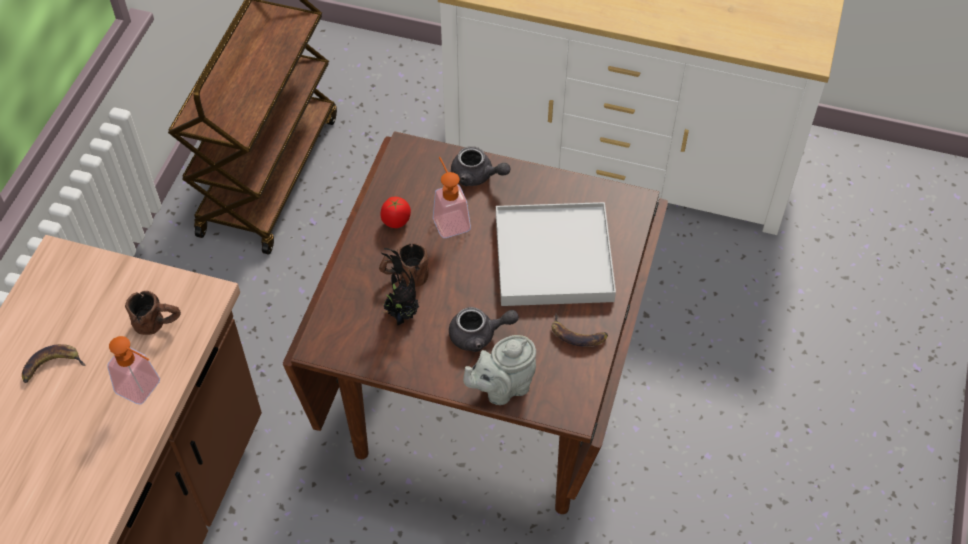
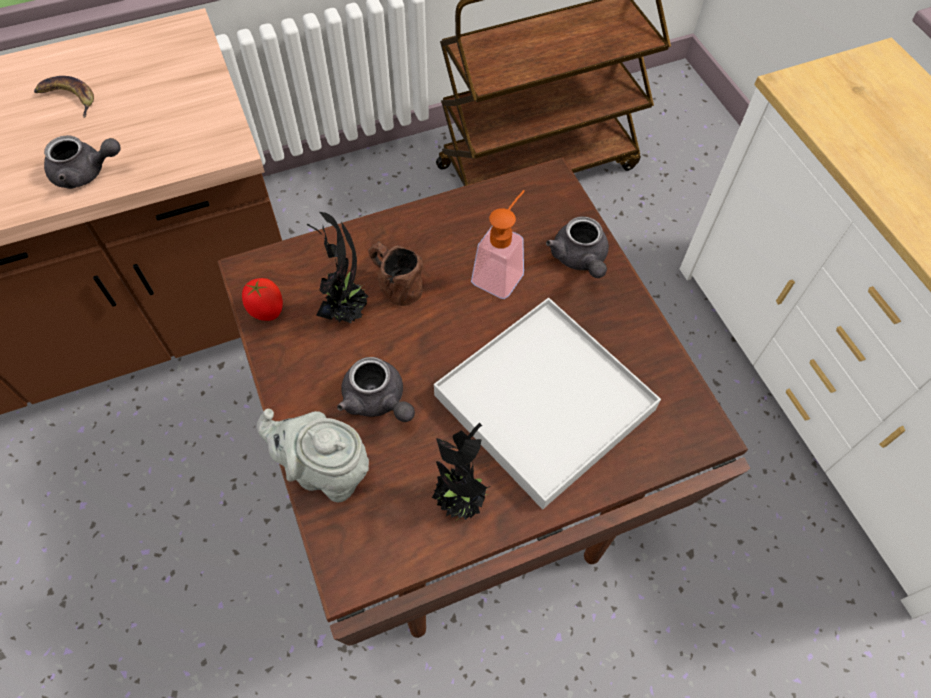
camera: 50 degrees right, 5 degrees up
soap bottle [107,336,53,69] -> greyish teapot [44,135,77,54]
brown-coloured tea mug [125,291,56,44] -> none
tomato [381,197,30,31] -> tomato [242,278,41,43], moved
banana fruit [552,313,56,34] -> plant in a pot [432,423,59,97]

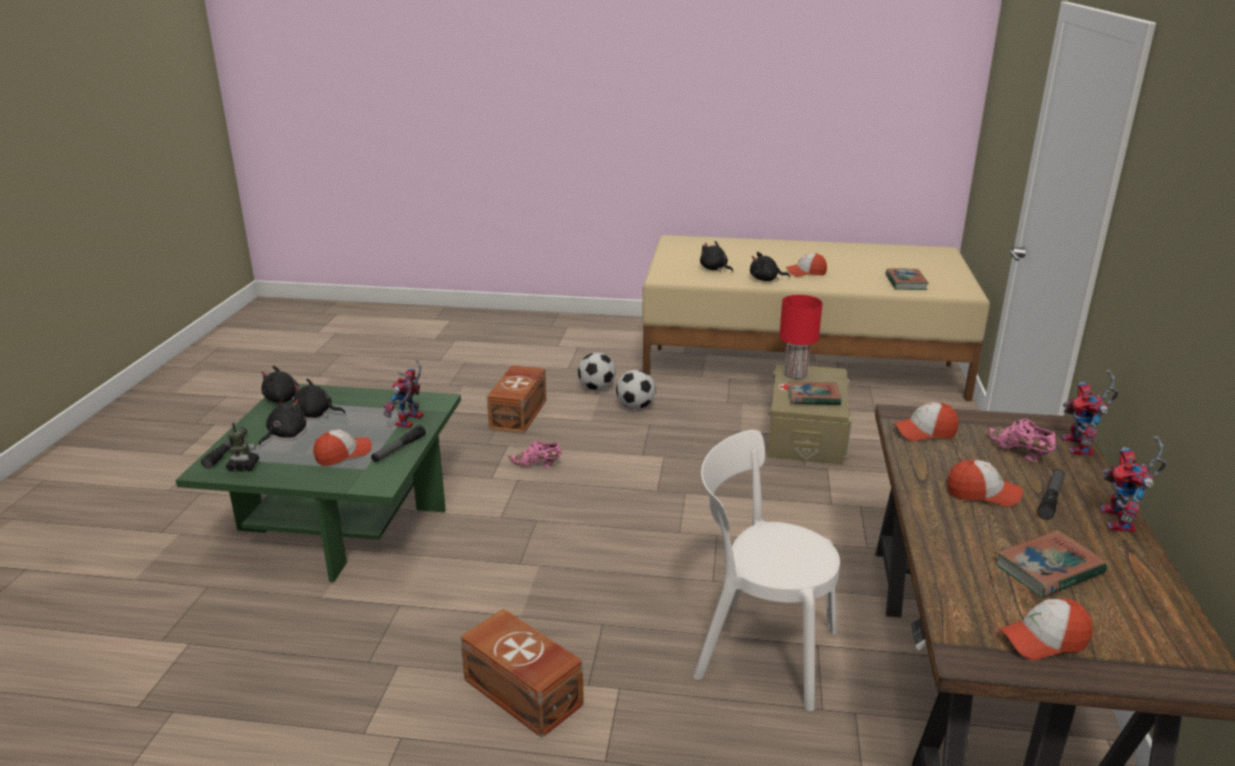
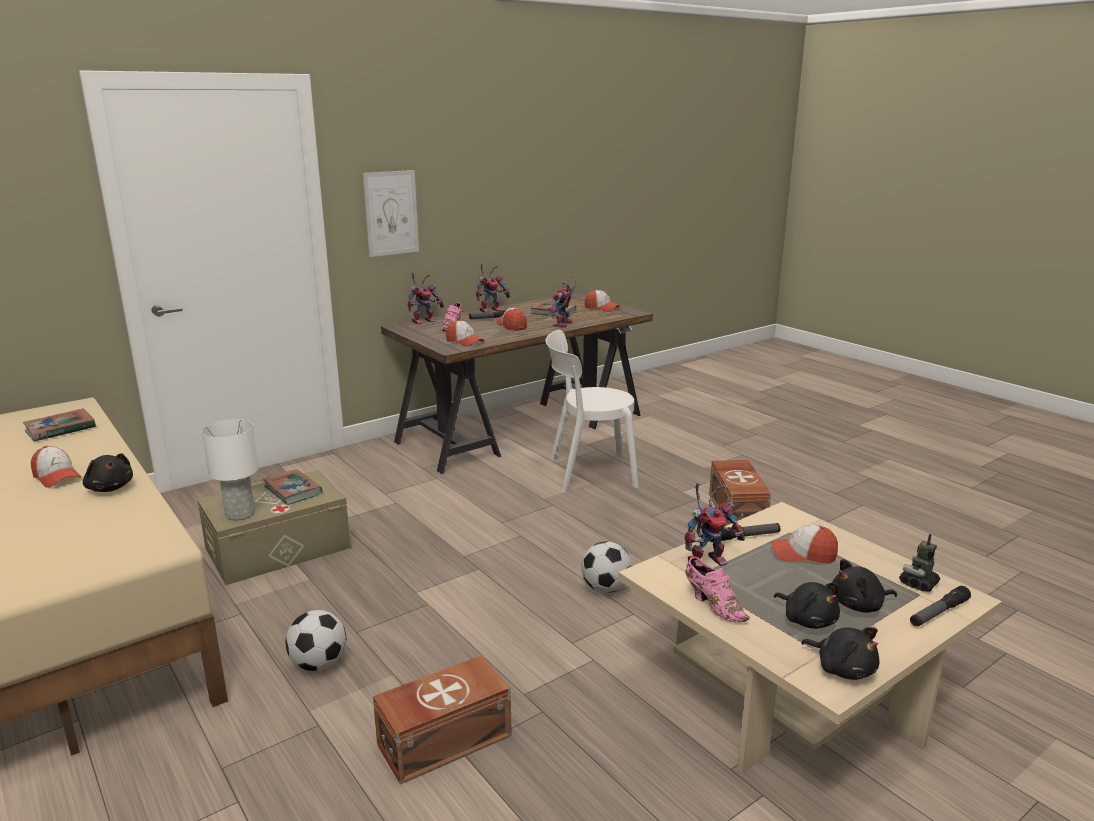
camera: 135 degrees left, 5 degrees down
green-coloured lounge table [176,384,285,198] -> beige-coloured lounge table [618,502,384,271]
pinkish item of footwear [508,441,54,26] -> pinkish item of footwear [685,556,65,67], moved
ball for football [578,353,38,37] -> ball for football [581,541,51,52], moved
white upright chair [693,430,147,281] -> white upright chair [545,330,94,163], 105 degrees clockwise
black-coloured cuddly toy [700,241,33,31] -> none
red-coloured lamp for a table [779,295,44,84] -> white lamp for a table [202,419,56,101]
none -> wall art [363,170,56,87]
none -> model robot [548,276,28,52]

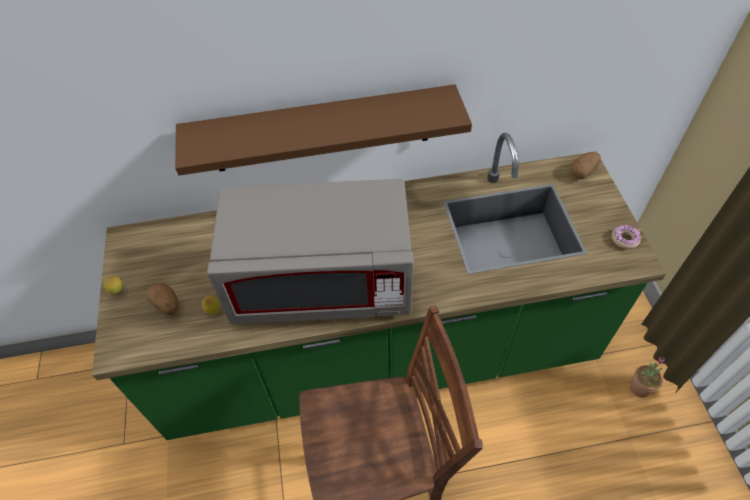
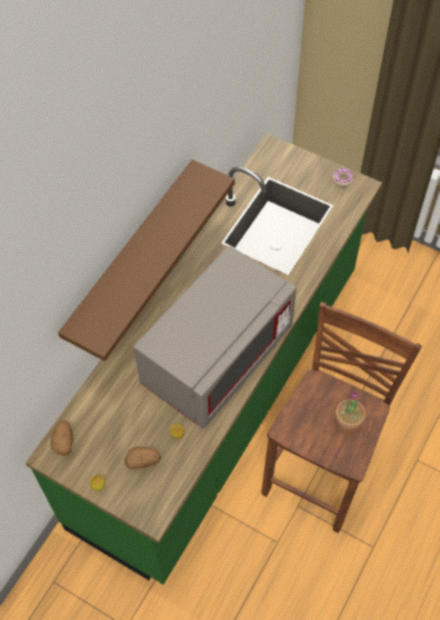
camera: 50 degrees left, 5 degrees up
whole potato [571,152,30,27] -> whole potato [51,420,22,36], moved
plant in a pot [629,357,36,41] -> plant in a pot [336,391,29,44], moved

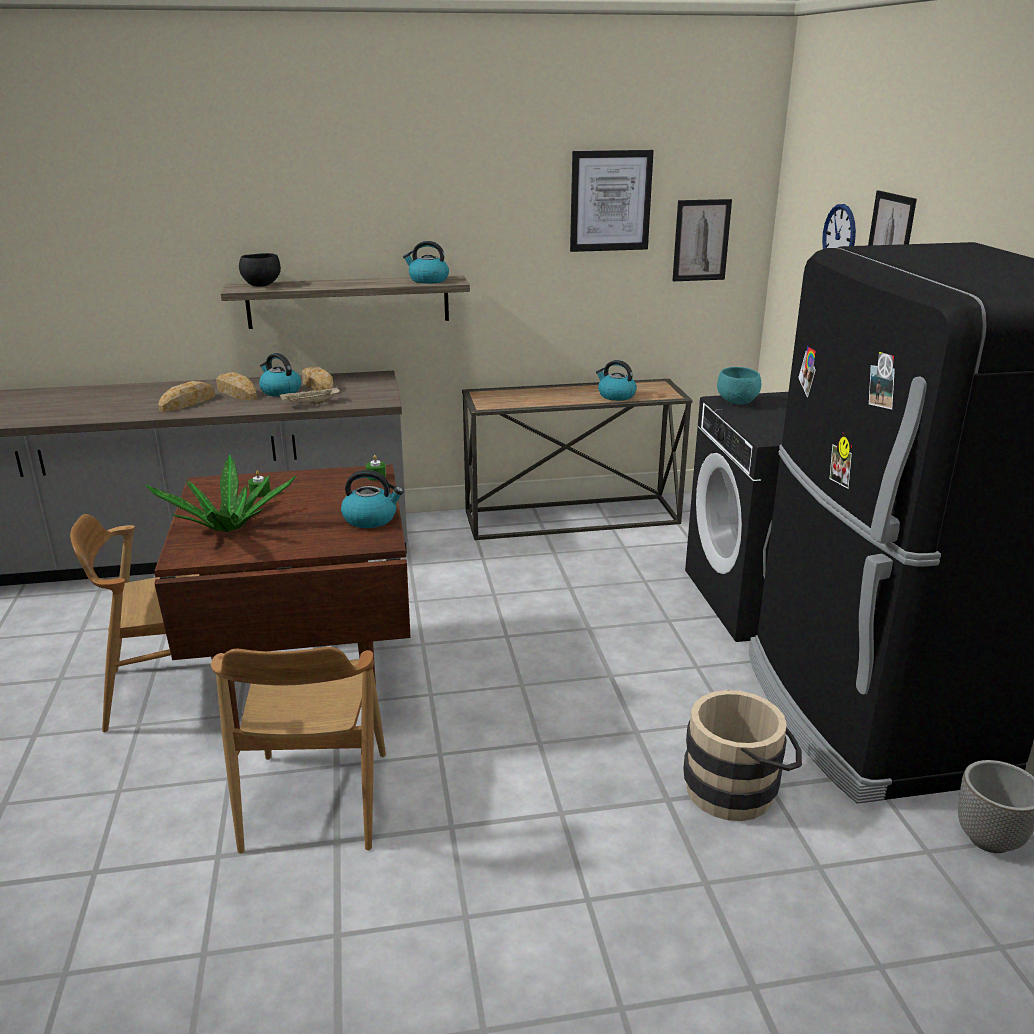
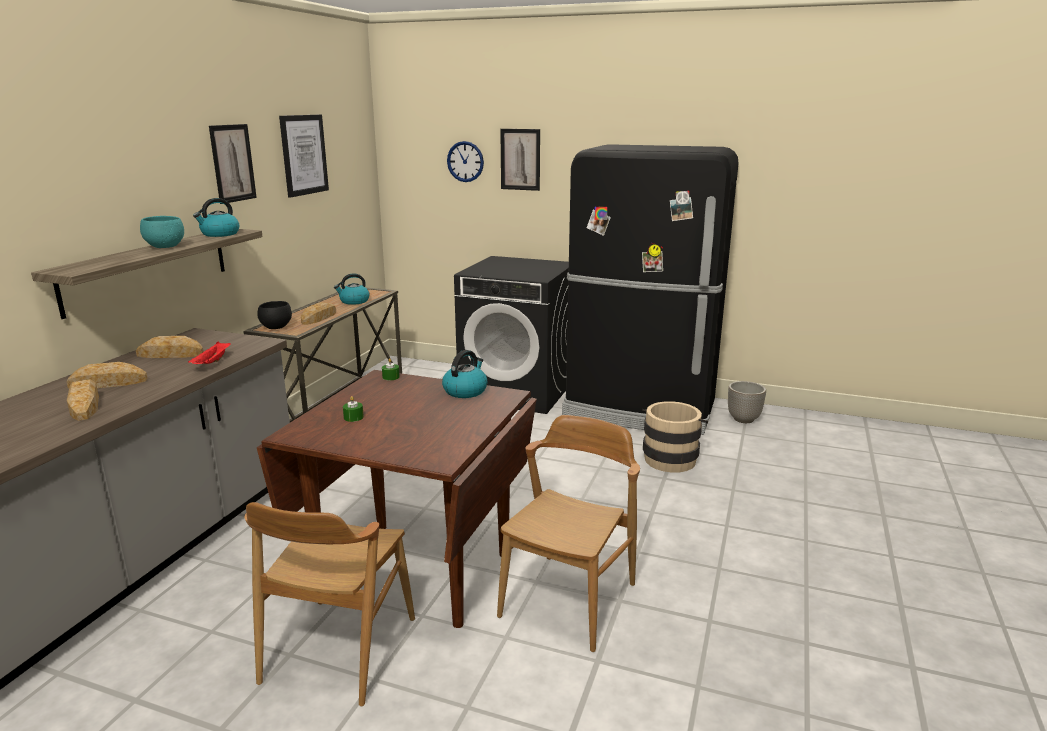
camera: 60 degrees left, 5 degrees down
plant in a pot [145,454,151,78] -> none
brown-coloured upright chair [211,647,175,207] -> brown-coloured upright chair [497,415,143,237], 90 degrees counterclockwise
black-coloured bowl [239,253,42,34] -> black-coloured bowl [257,301,35,28], moved
kettle [259,353,42,44] -> none
beige-coloured tray [280,386,60,18] -> red-coloured tray [188,342,43,22]
wall art [672,199,60,82] -> wall art [209,124,48,80], moved
turquoise bowl [717,367,44,38] -> turquoise bowl [140,216,44,32], moved
none -> bread [301,302,35,23]

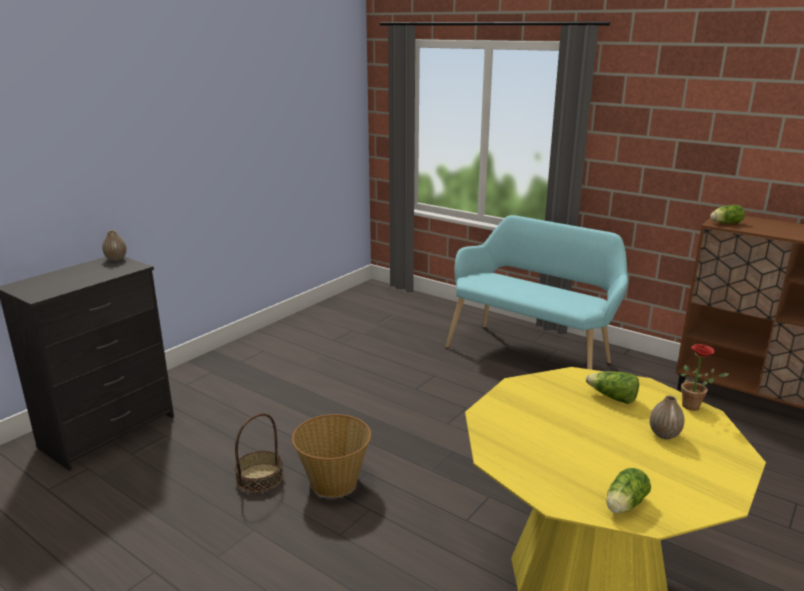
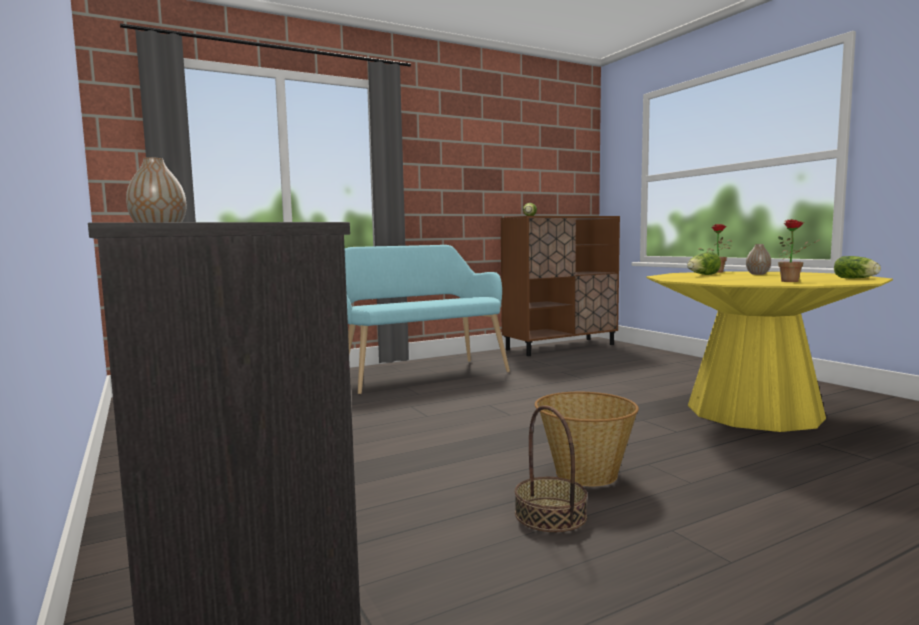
camera: 65 degrees left, 15 degrees down
none -> plant in a pot [778,220,41,62]

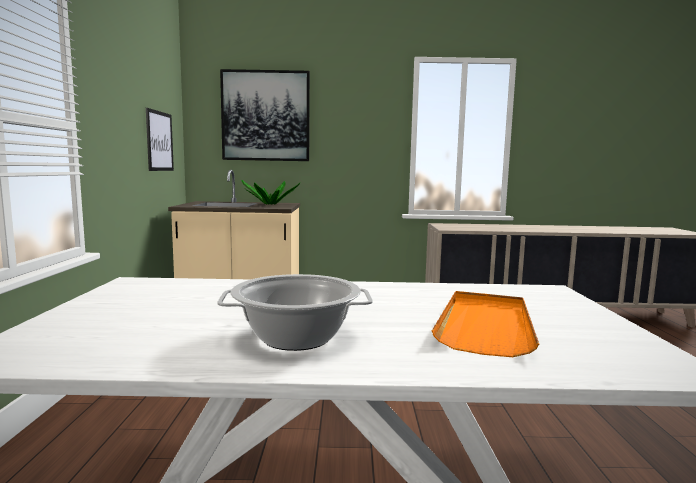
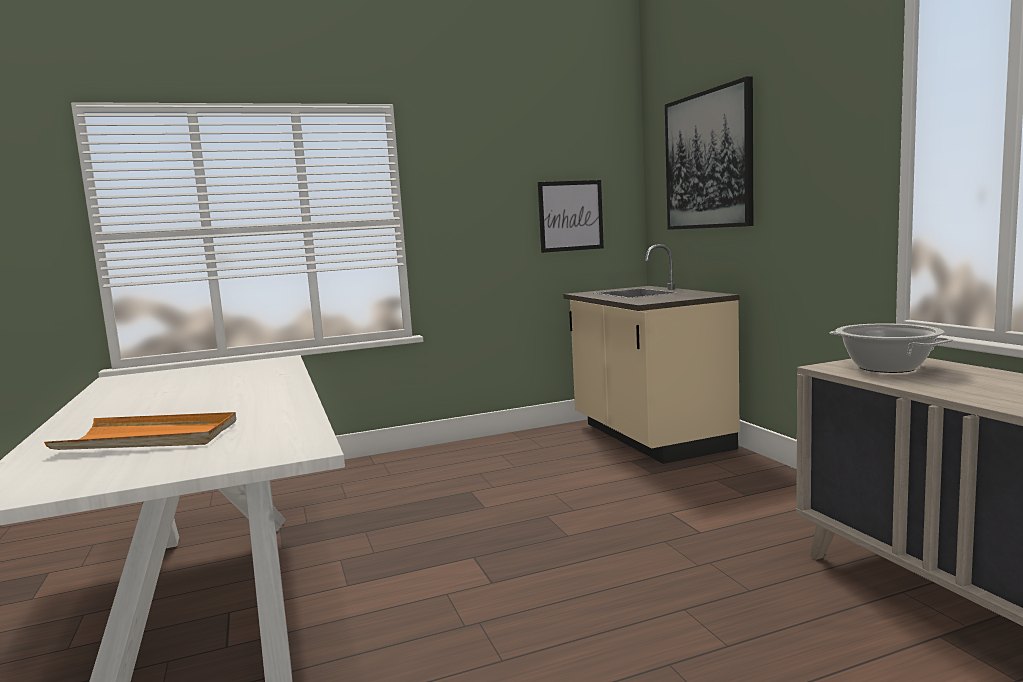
camera: 70 degrees right, 0 degrees up
cooking pot [217,274,156,77] -> cooking pot [830,323,123,50], moved
plant in a pot [242,180,59,25] -> none

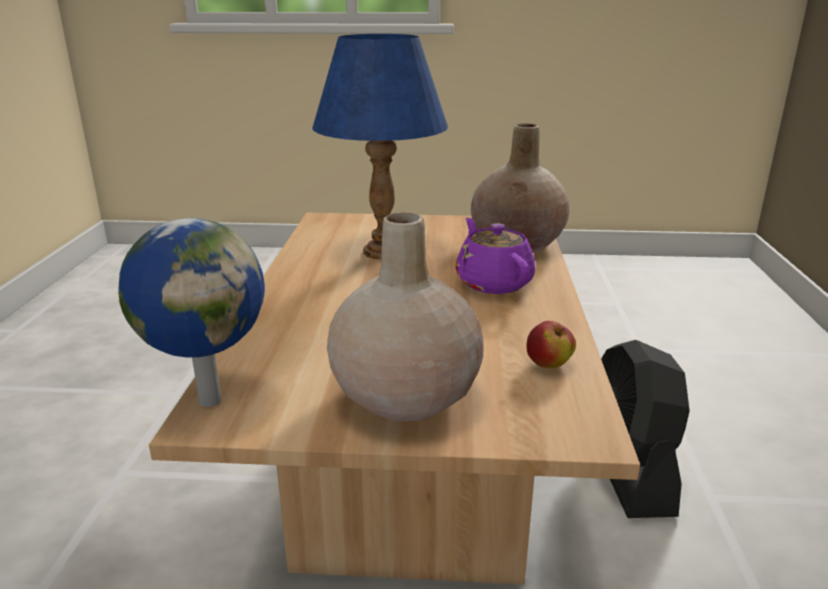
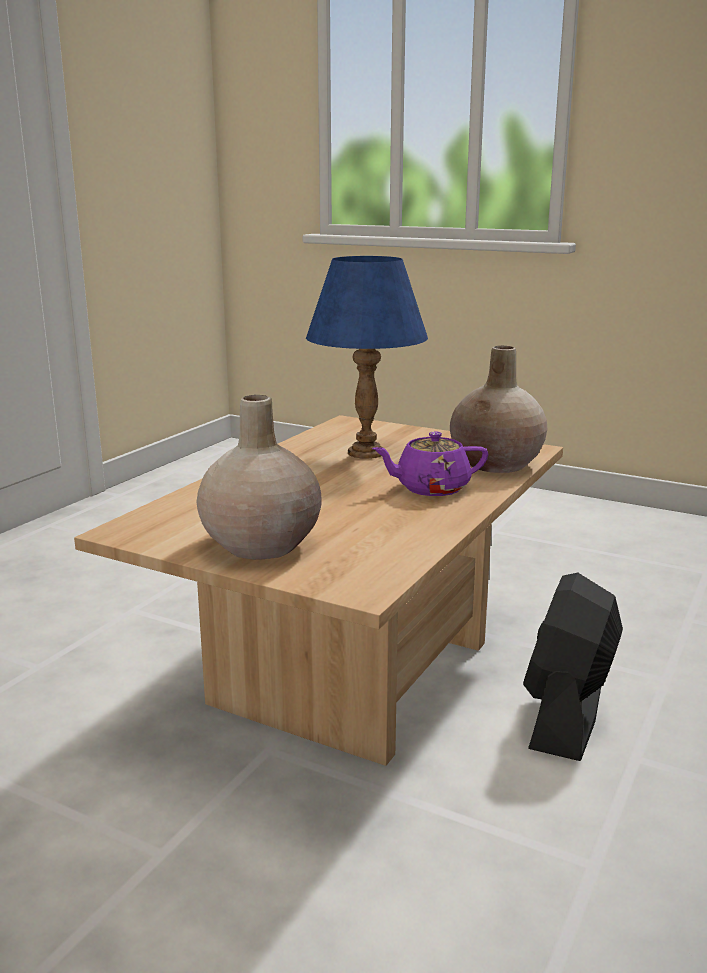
camera: 25 degrees right, 5 degrees down
desk globe [118,218,147,189] -> none
purple teapot [456,218,79,76] -> purple teapot [372,431,116,65], 105 degrees counterclockwise
whole apple [527,321,49,47] -> none

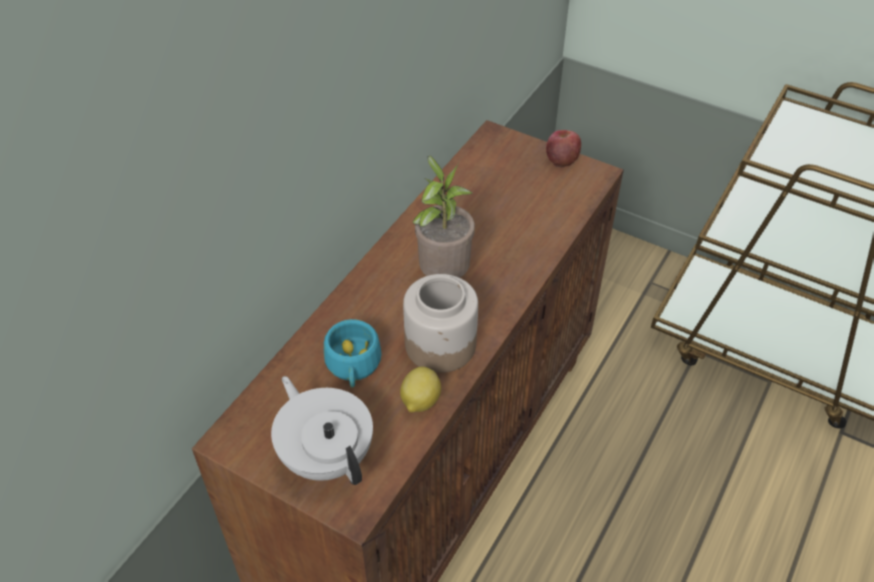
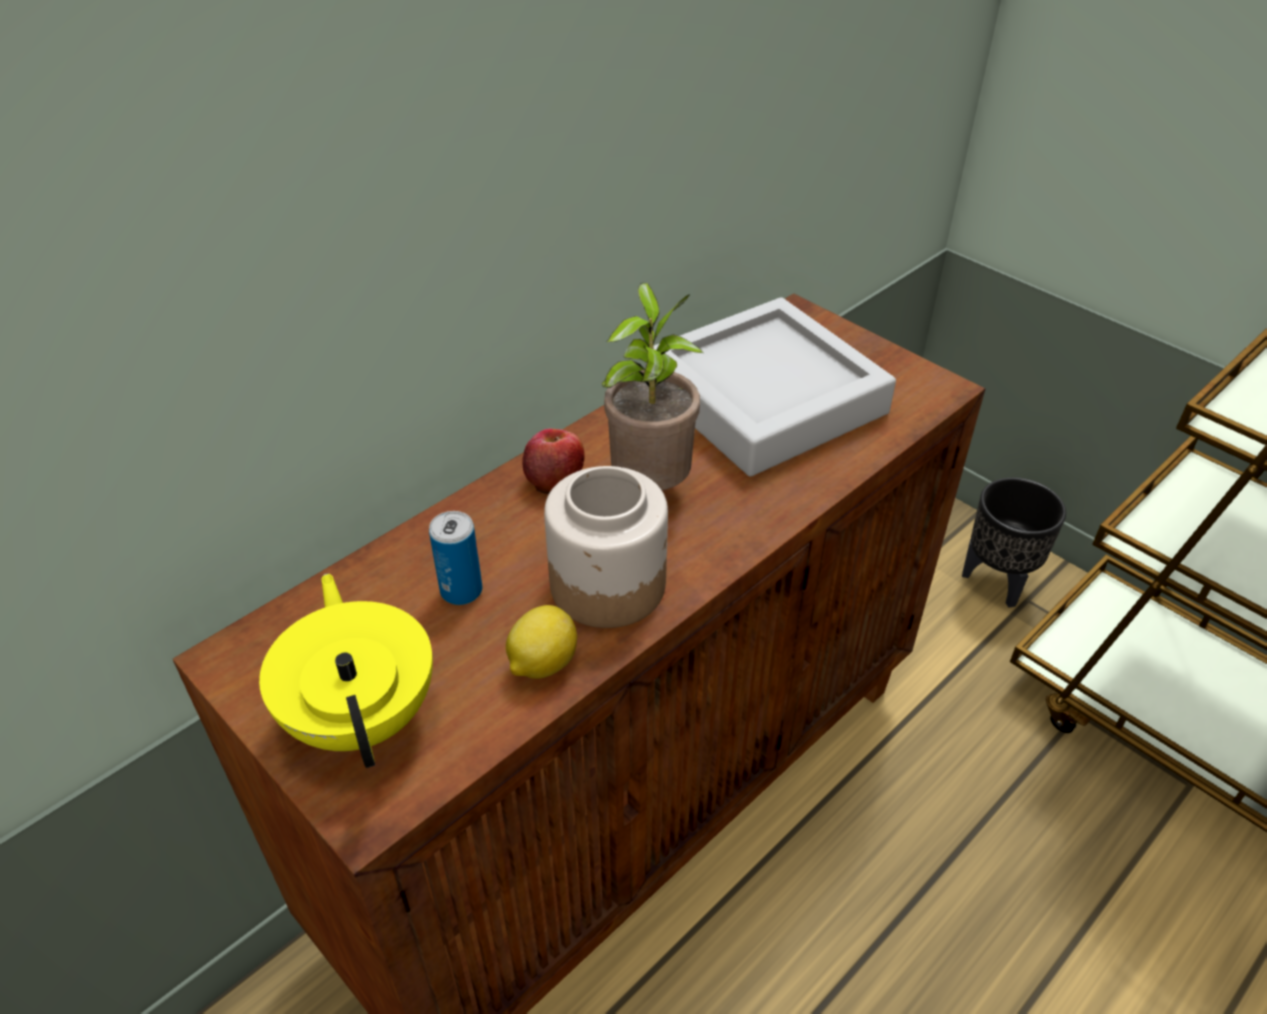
camera: 15 degrees right, 5 degrees down
white teapot [271,376,102,109] -> yellowish teapot [259,573,174,195]
turquoise cup [324,319,58,69] -> metal can [429,511,53,94]
whole apple [546,130,35,38] -> whole apple [522,429,63,65], moved
none -> greyish tray [645,297,251,180]
none -> black-coloured planter [962,477,104,131]

